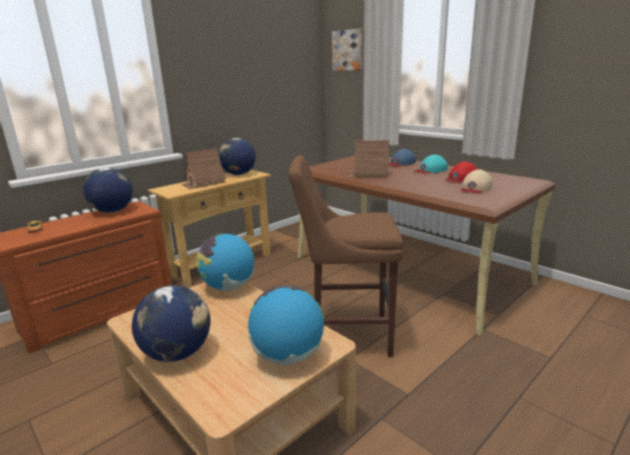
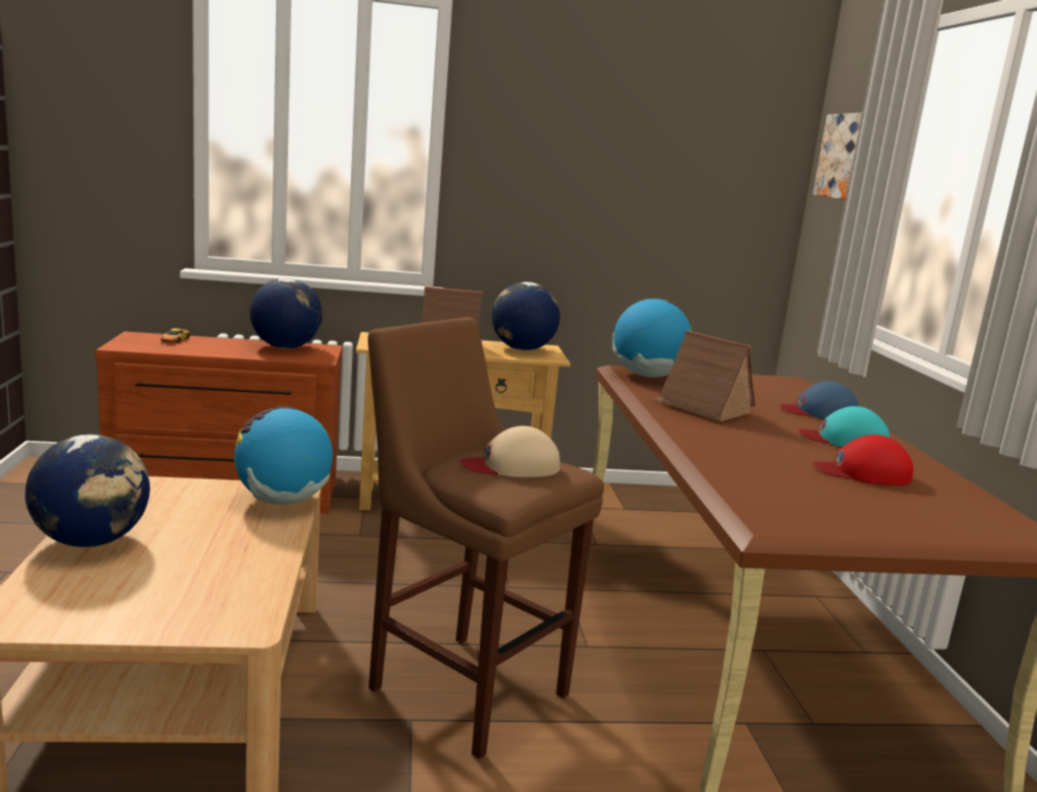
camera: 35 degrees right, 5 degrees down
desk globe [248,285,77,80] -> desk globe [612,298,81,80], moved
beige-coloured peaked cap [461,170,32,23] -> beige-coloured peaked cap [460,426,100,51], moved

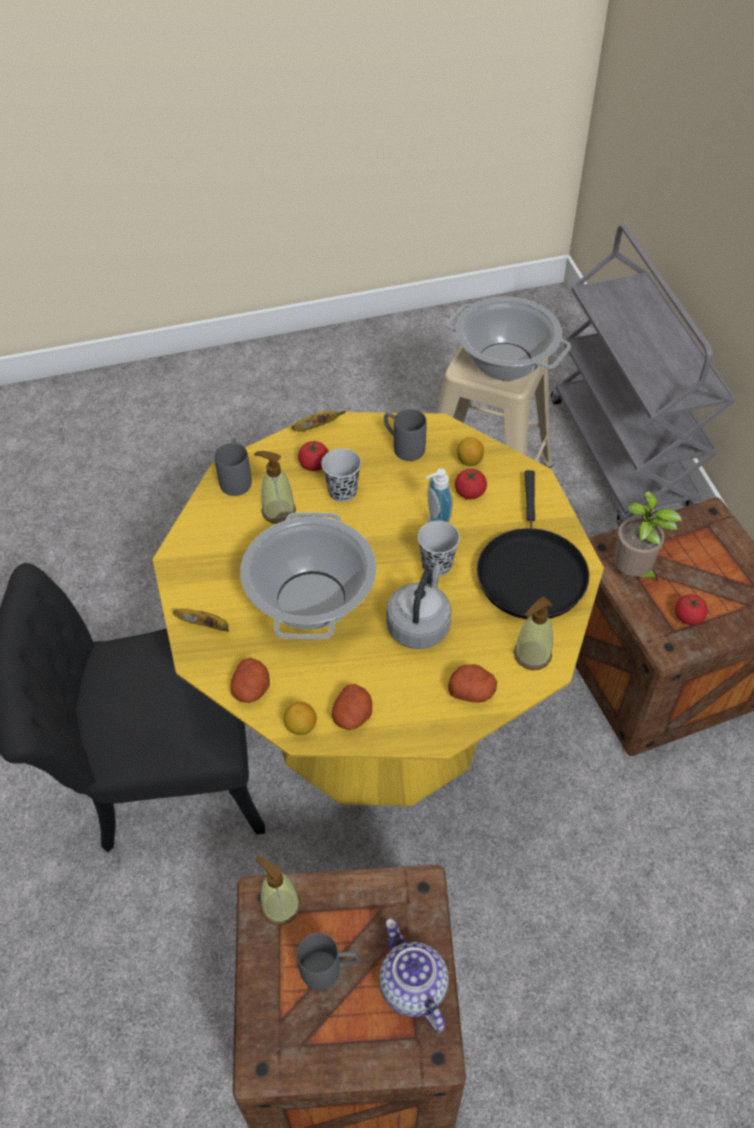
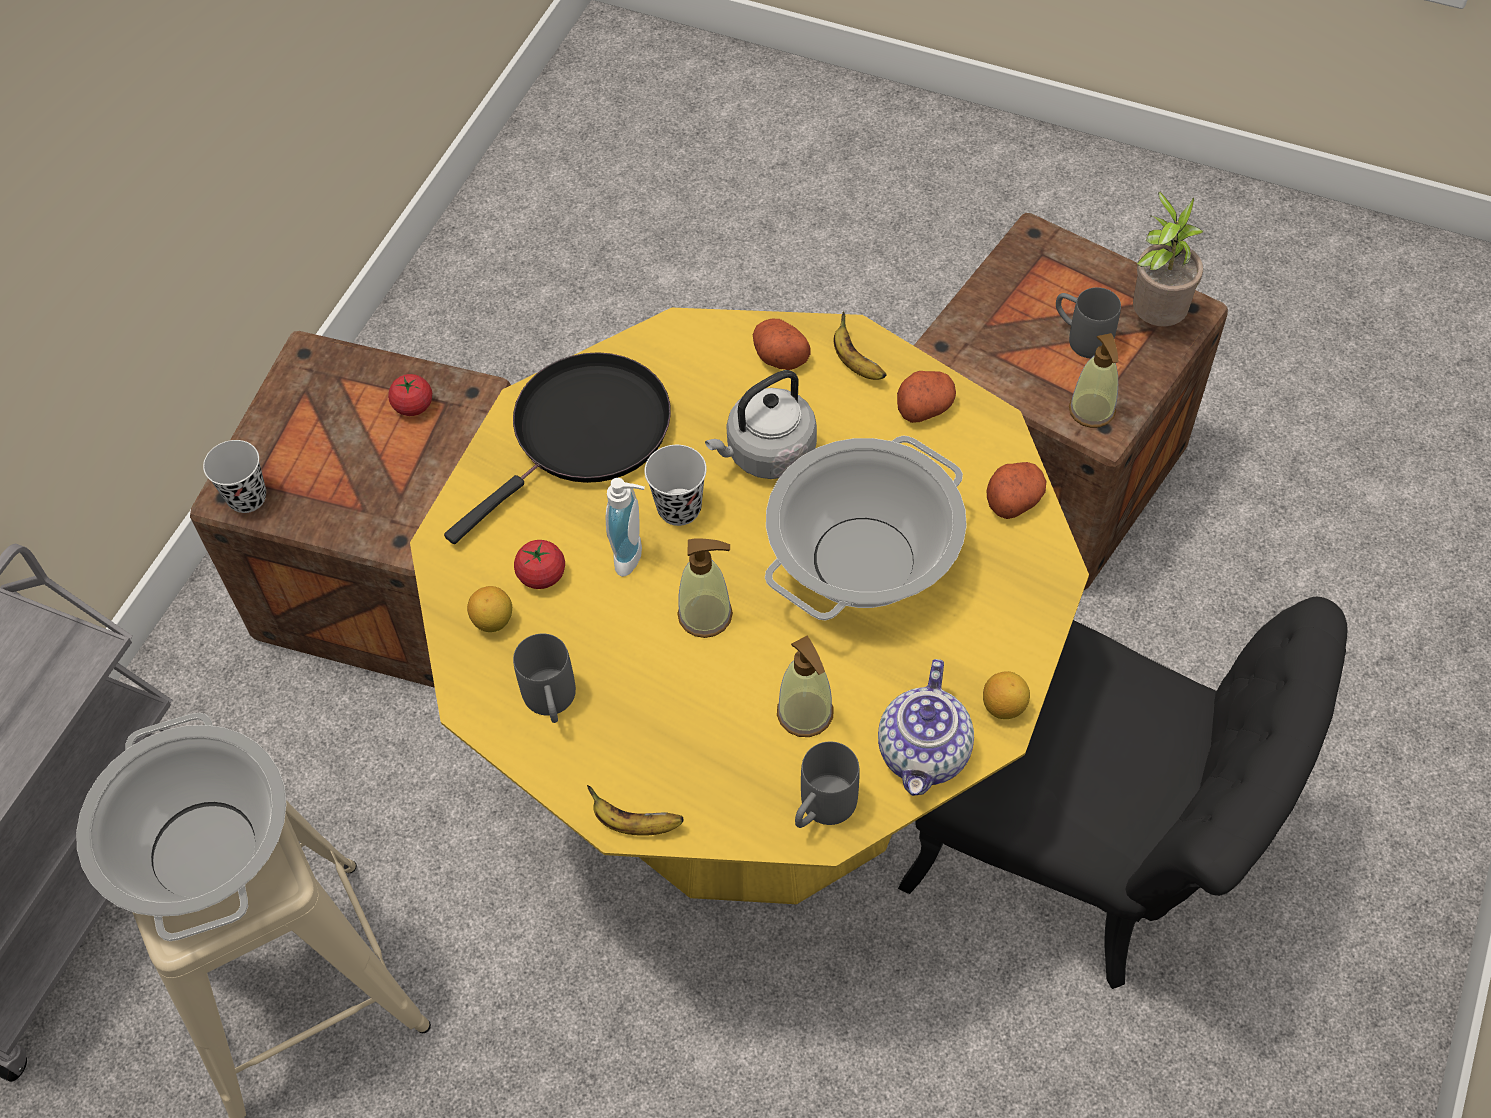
camera: 140 degrees left, 5 degrees up
banana fruit [173,609,56,23] -> banana fruit [834,311,53,69], moved
lemon [284,702,33,33] -> lemon [983,671,47,48], moved
tomato [298,441,31,30] -> none
black-coloured cup [321,448,40,54] -> black-coloured cup [203,440,63,73], moved
teapot [379,918,70,115] -> teapot [878,659,96,137], moved
soap bottle [514,596,39,74] -> soap bottle [677,539,56,99], moved
plant in a pot [614,491,68,91] -> plant in a pot [1133,192,71,134], moved

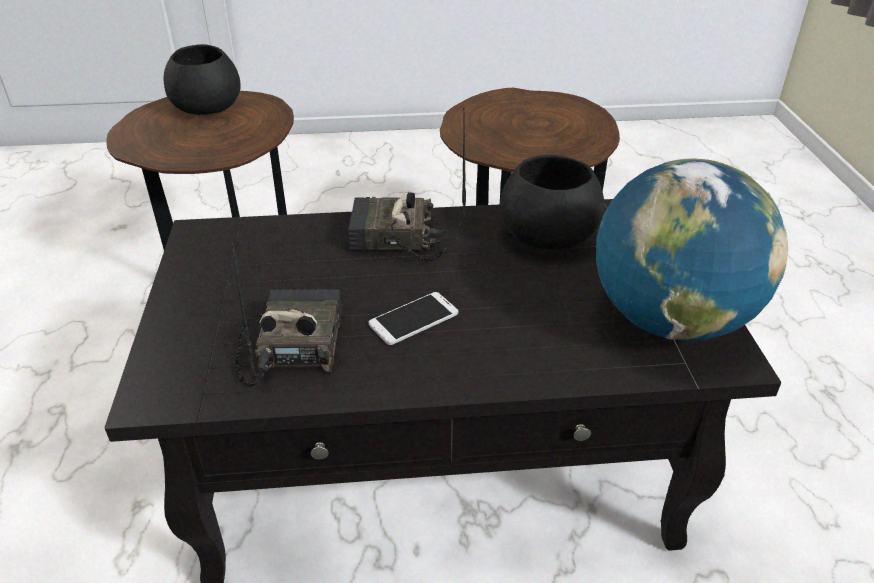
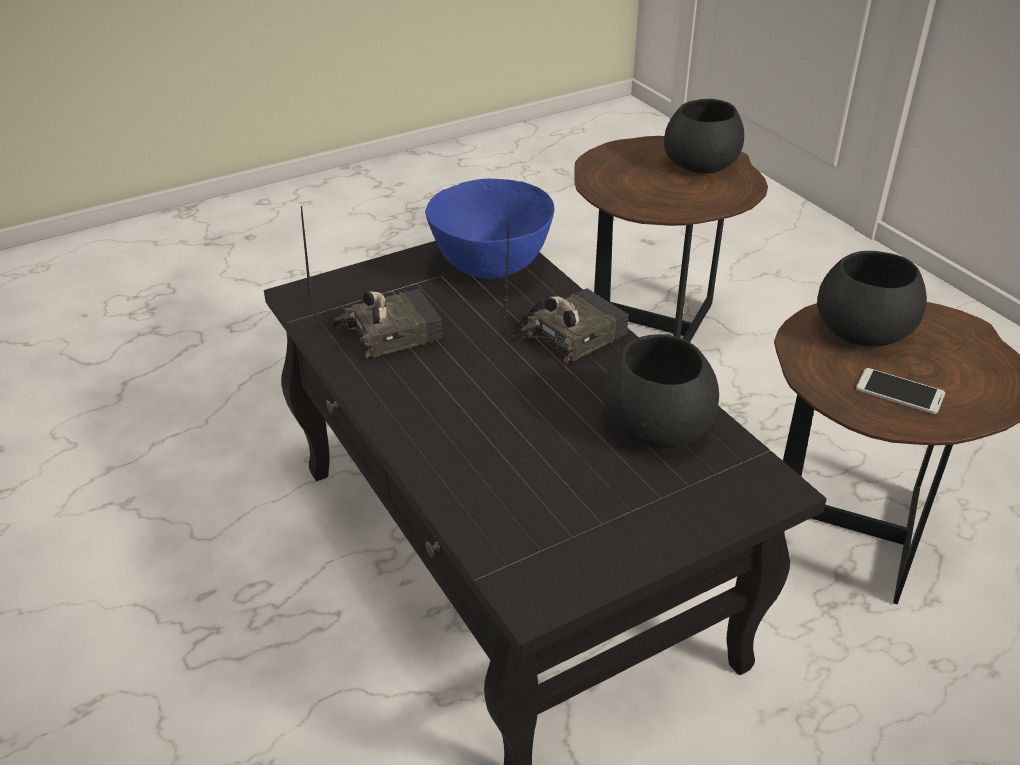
camera: 65 degrees right, 0 degrees up
radio [349,106,117,156] -> radio [503,217,126,147], 75 degrees clockwise
telephone [369,292,89,53] -> telephone [856,368,89,46], moved
desk globe [596,158,192,183] -> none
none -> blue-coloured bowl [425,179,130,100]
none -> black-coloured bowl [817,251,110,96]

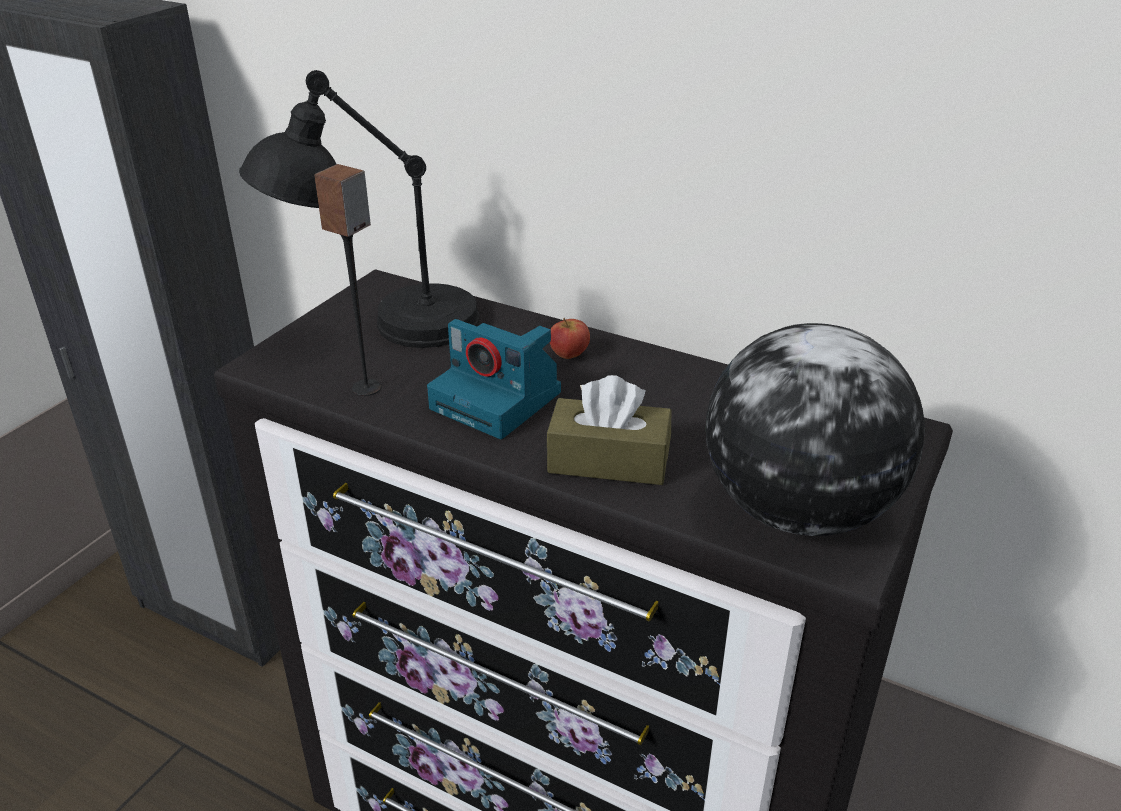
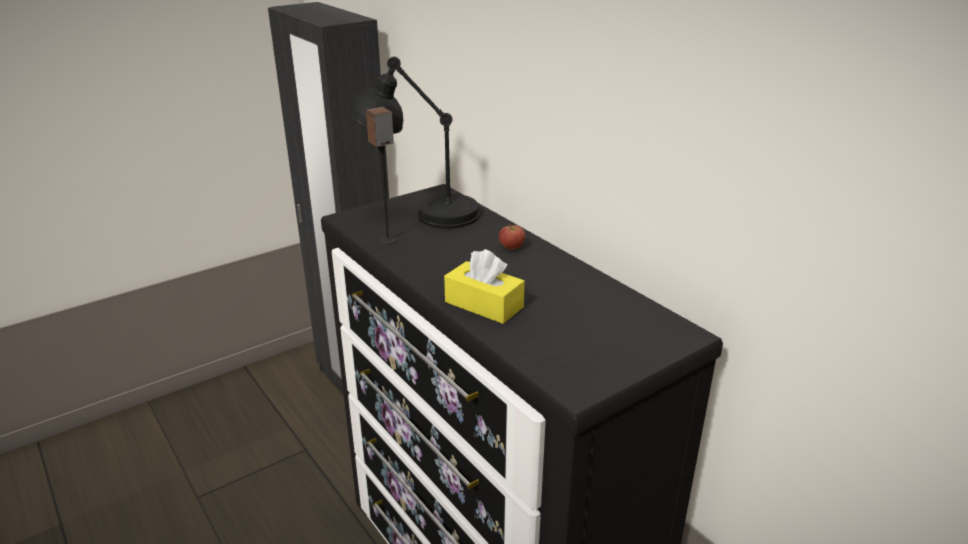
camera: 25 degrees right, 5 degrees down
photo camera [427,319,134,120] -> none
brown-coloured tissue box [547,375,124,110] -> yellowish tissue box [444,249,81,75]
desk globe [706,323,219,213] -> none

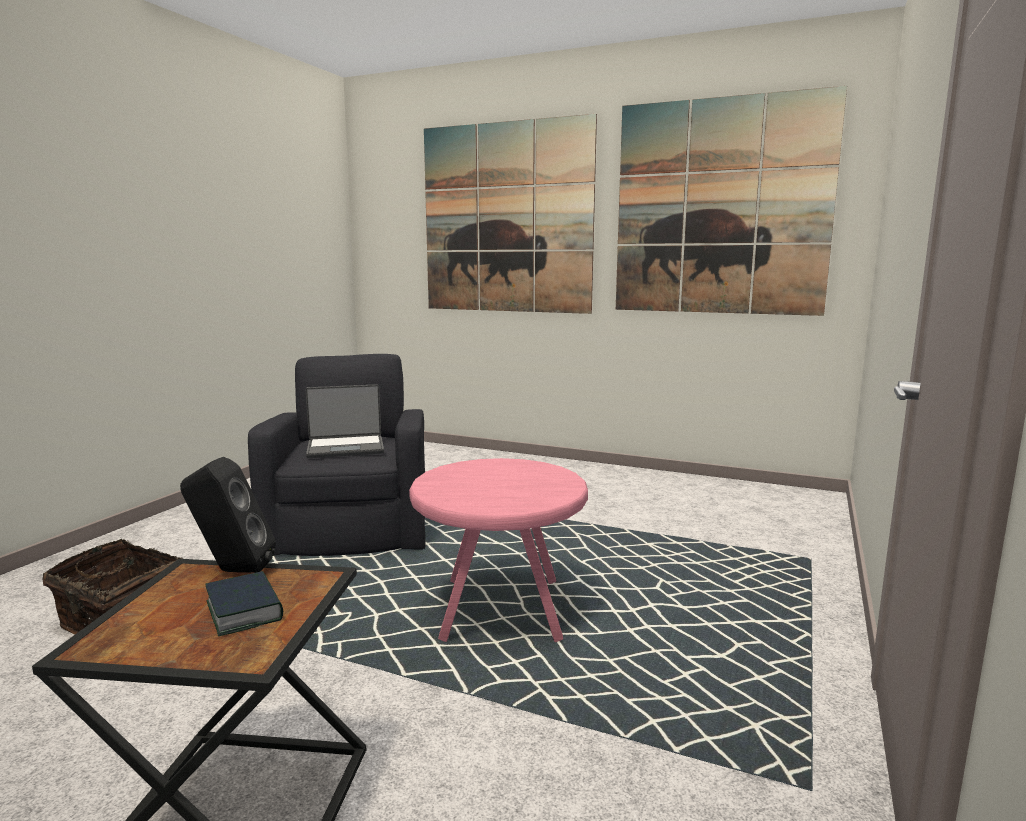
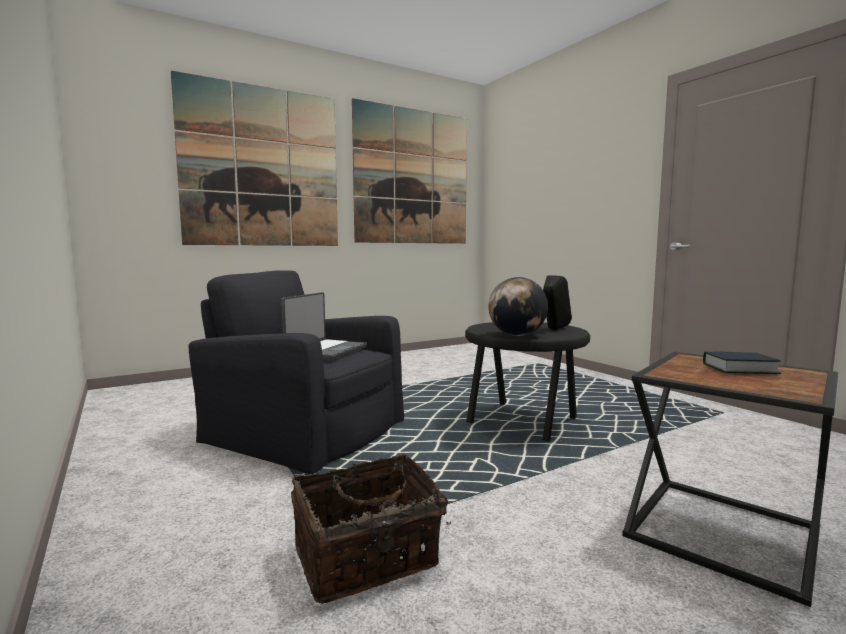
camera: 55 degrees left, 5 degrees down
black-coloured speaker [180,457,96,116] -> black-coloured speaker [543,276,29,54], moved
pinkish accent table [409,458,179,184] -> black-coloured accent table [465,322,125,119]
none -> desk globe [489,277,59,59]

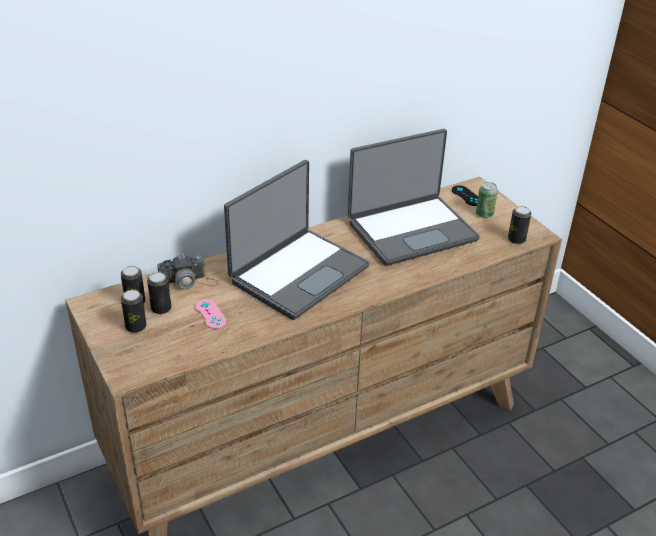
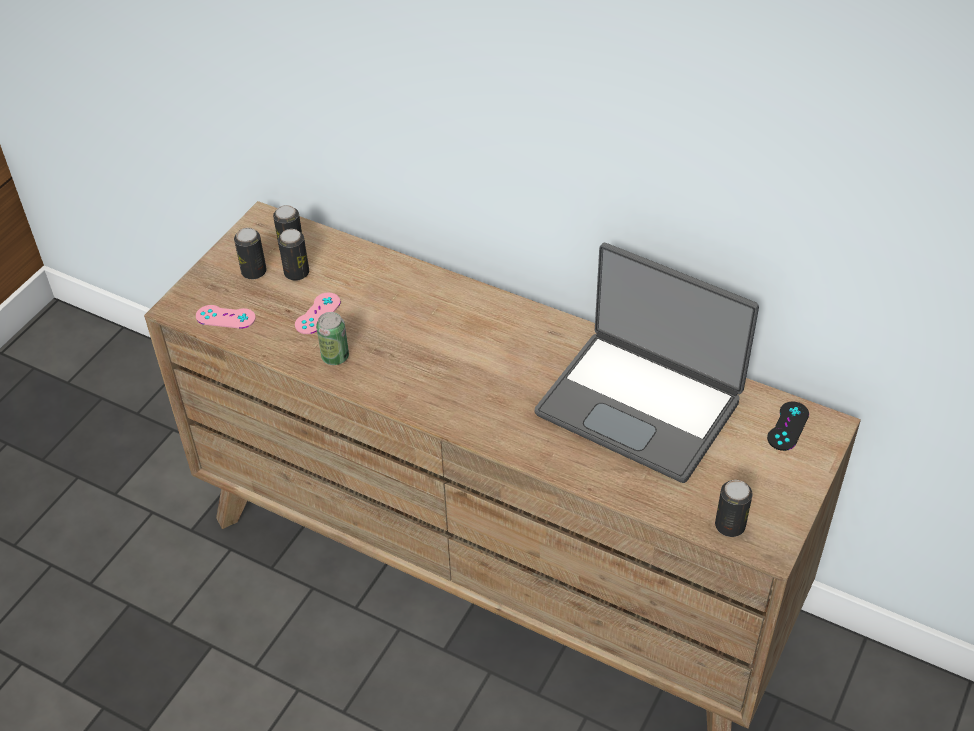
camera: 60 degrees right, 10 degrees up
photo camera [157,254,62,37] -> none
portable computer [224,160,146,160] -> none
metal can [476,182,22,36] -> metal can [316,312,33,53], moved
none -> pinkish game controller [196,305,60,24]

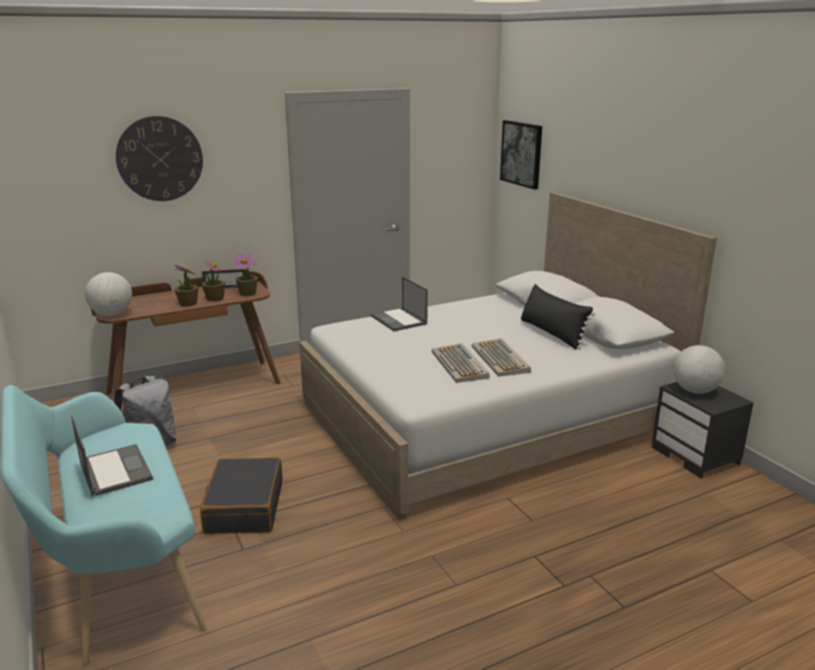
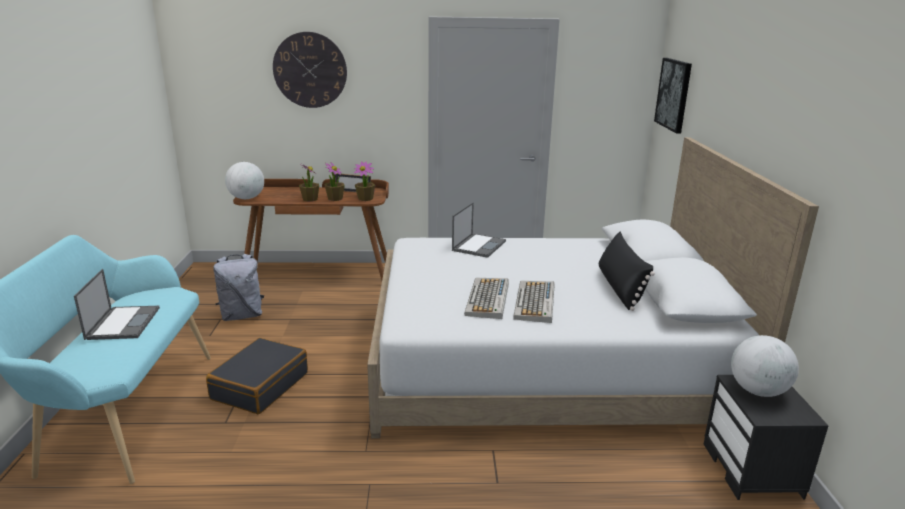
camera: 25 degrees right, 0 degrees up
portable computer [370,276,58,55] -> portable computer [452,202,54,56], 150 degrees counterclockwise

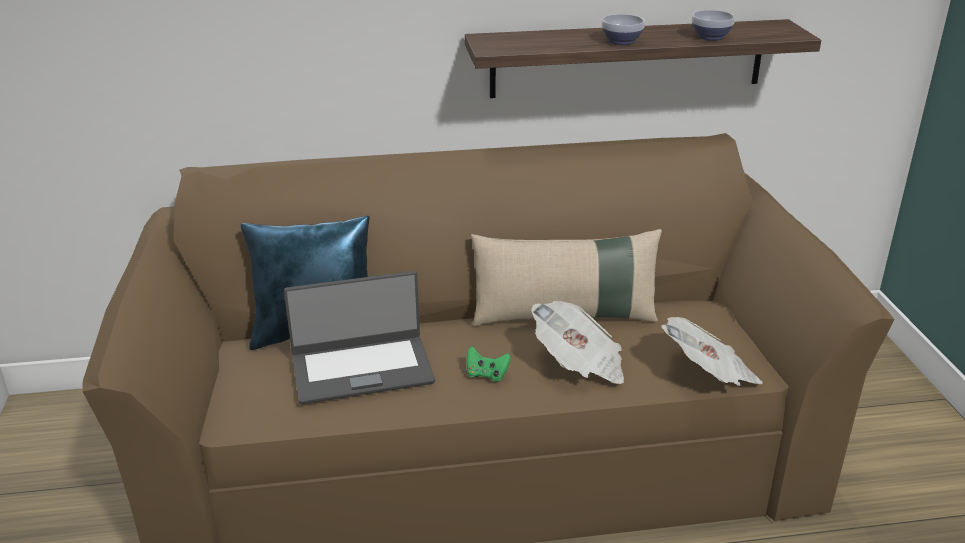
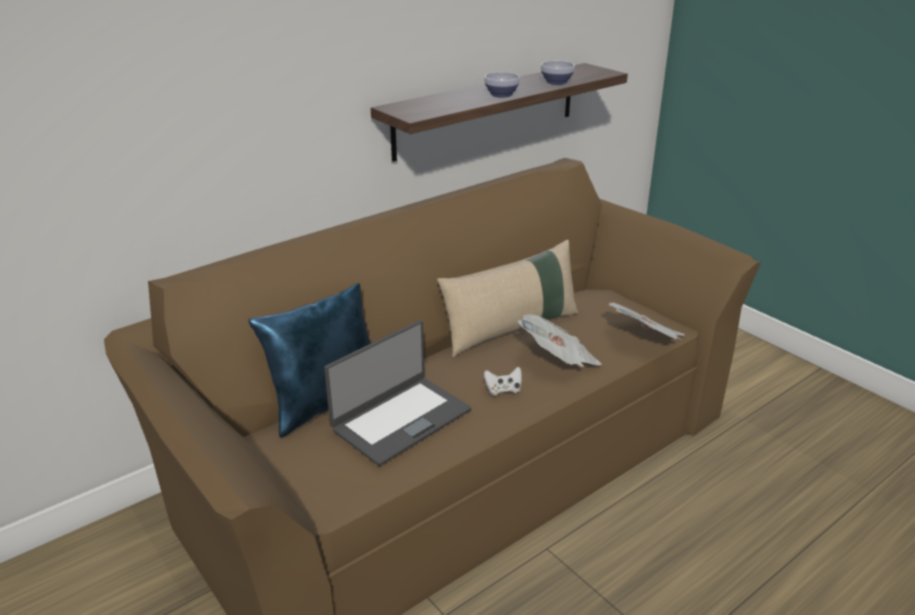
camera: 30 degrees left, 0 degrees up
green-coloured game controller [467,346,44,36] -> white game controller [484,366,38,30]

